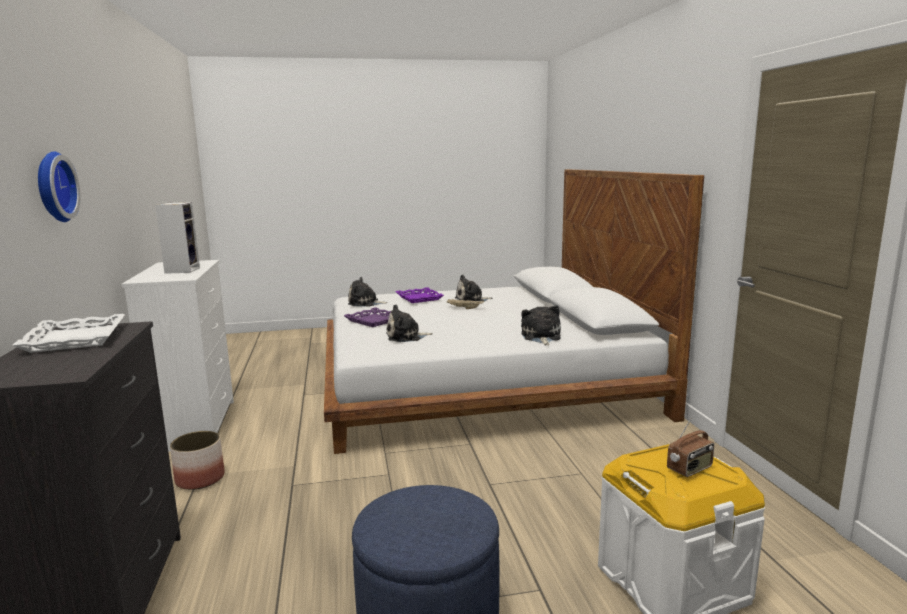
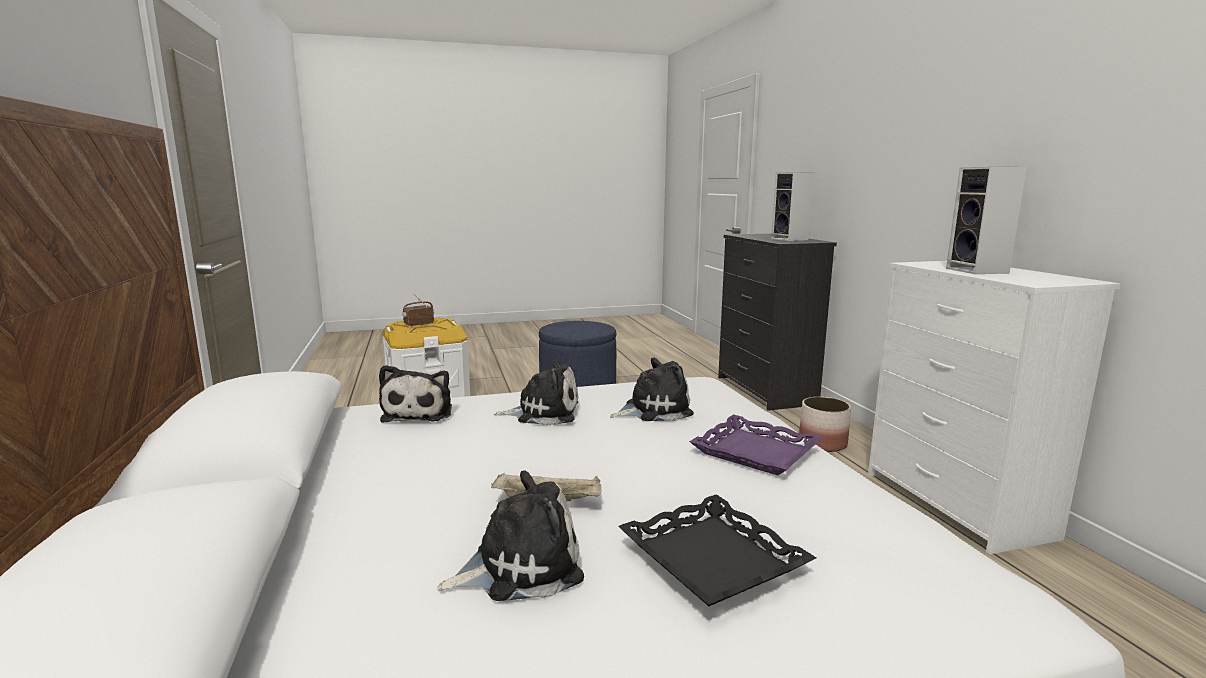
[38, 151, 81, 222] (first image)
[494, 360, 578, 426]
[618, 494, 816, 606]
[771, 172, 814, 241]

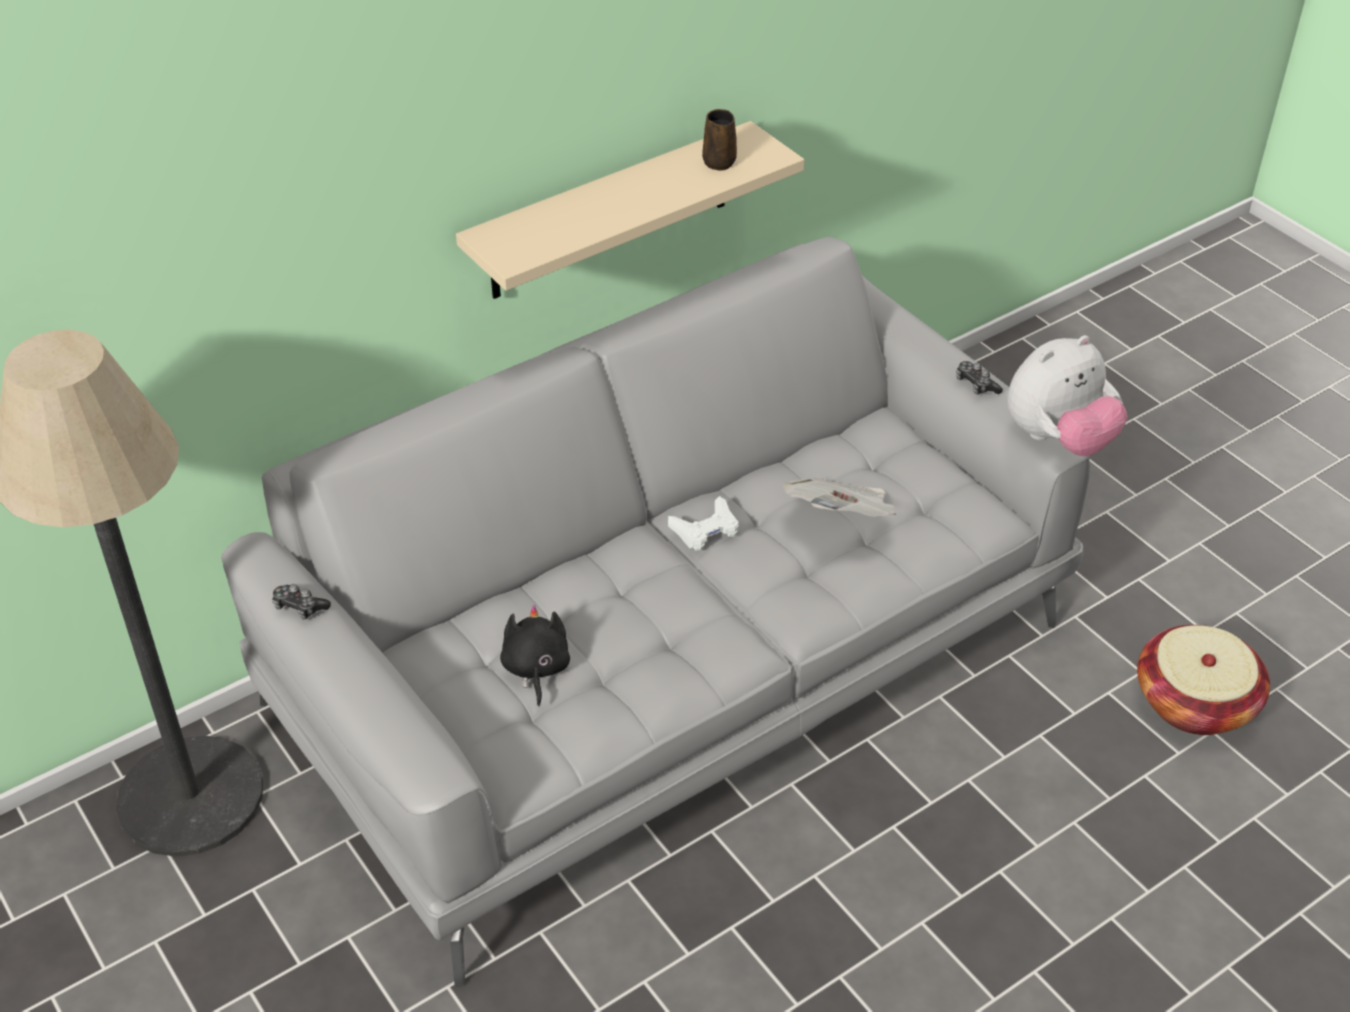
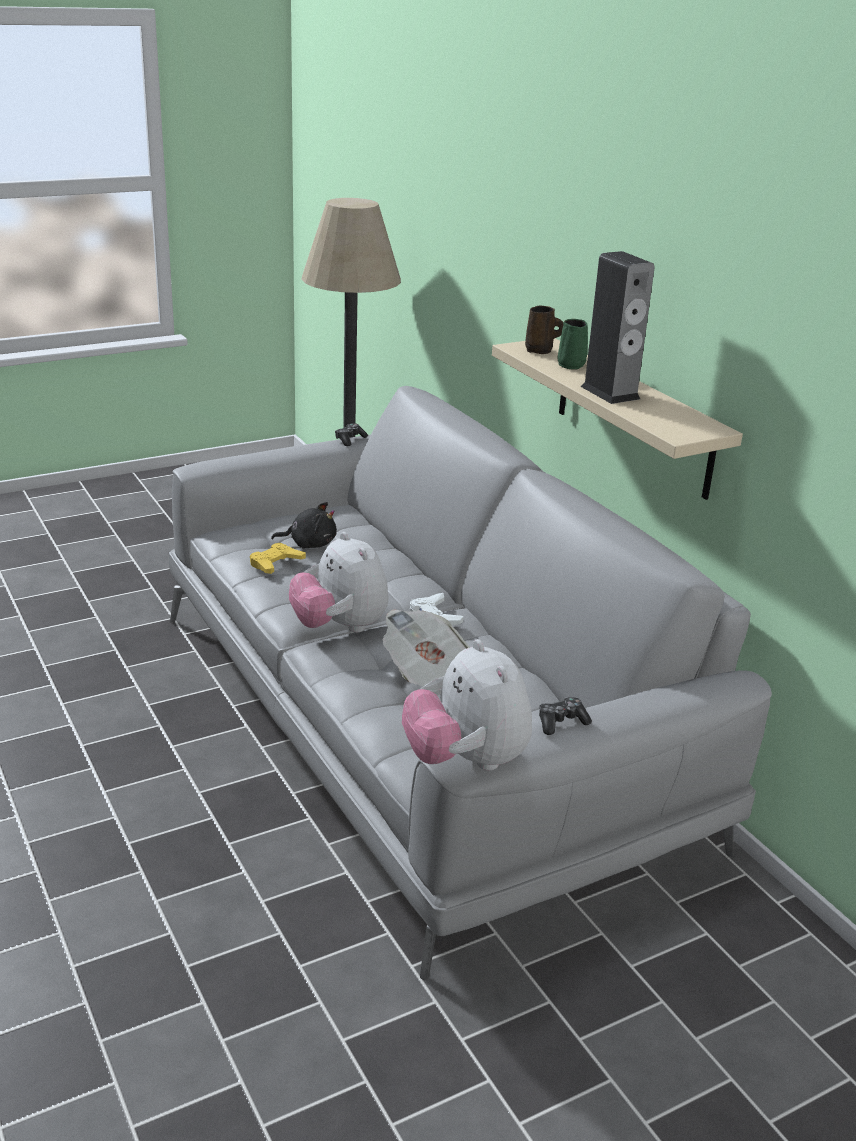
[525, 306, 563, 354]
[1137, 625, 1270, 735] (first image)
[581, 251, 655, 404]
[557, 319, 588, 370]
[289, 532, 388, 632]
[250, 543, 306, 574]

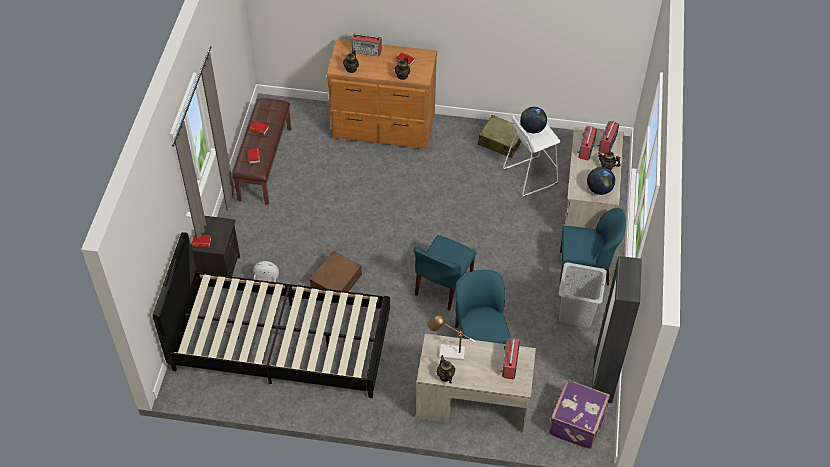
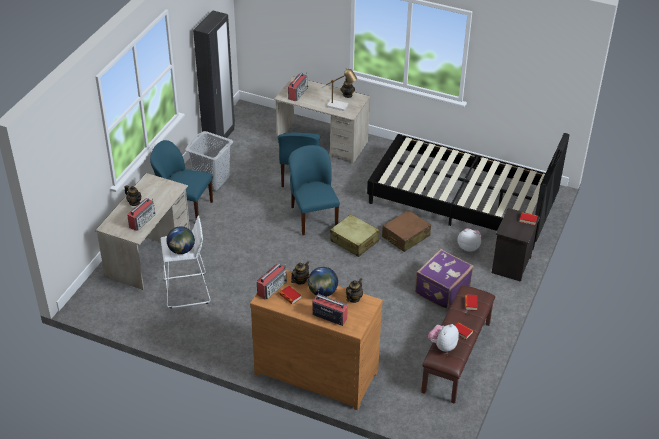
[330, 214, 379, 257]
[257, 263, 287, 299]
[308, 267, 338, 297]
[288, 145, 340, 235]
[415, 249, 474, 310]
[428, 324, 459, 352]

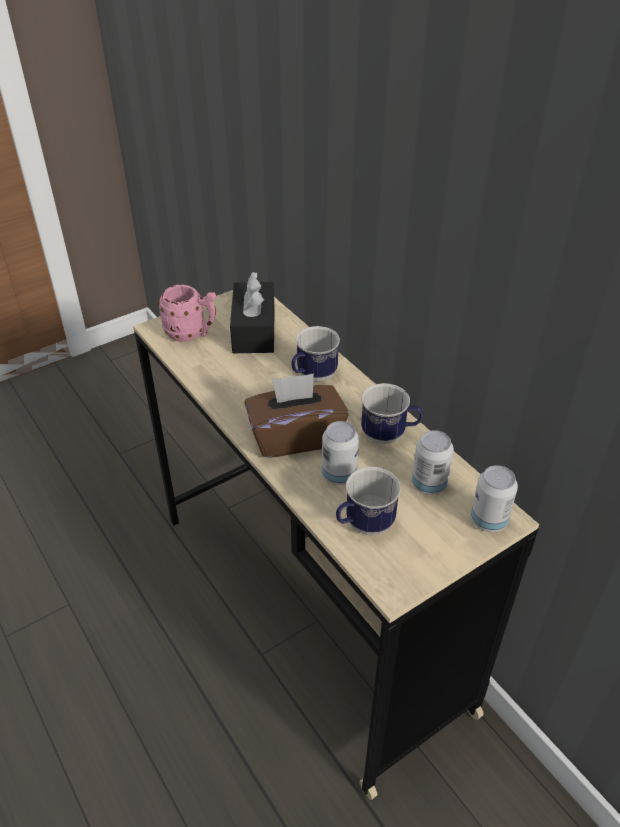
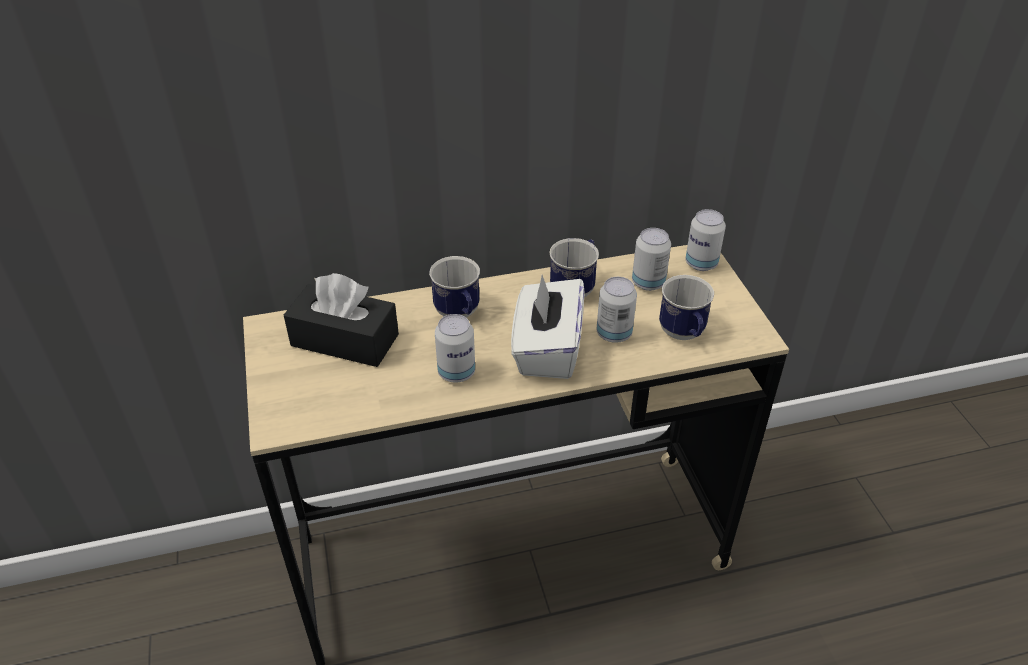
[158, 285, 216, 342] (first image)
[511, 275, 585, 379]
[435, 314, 475, 382]

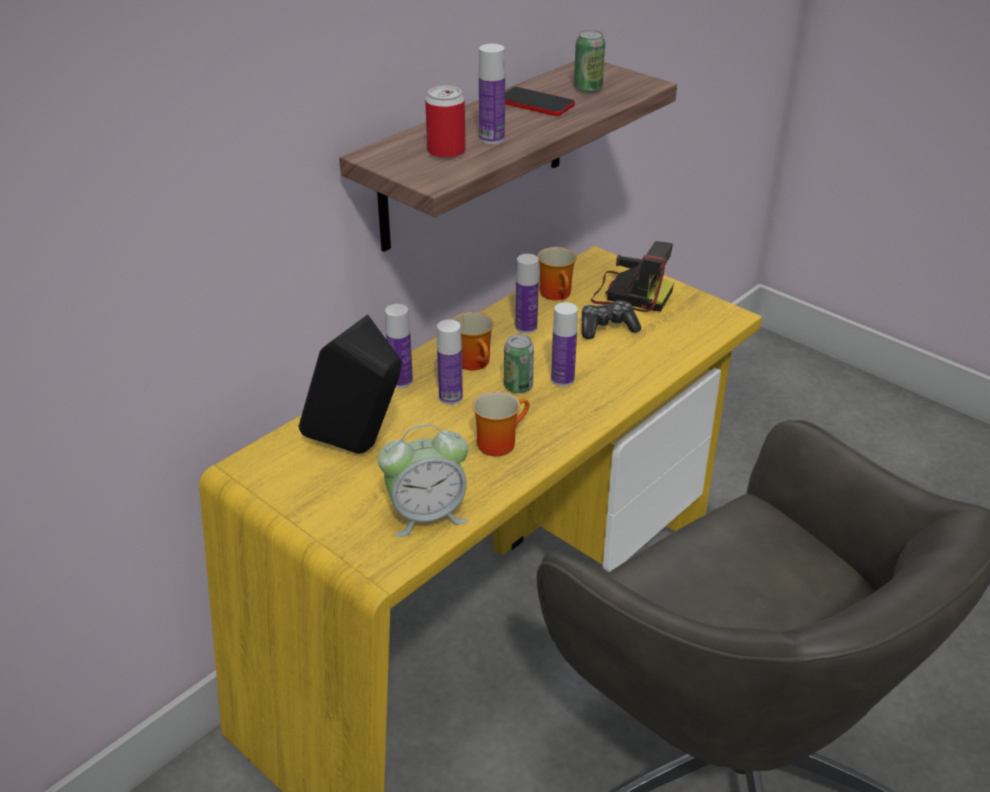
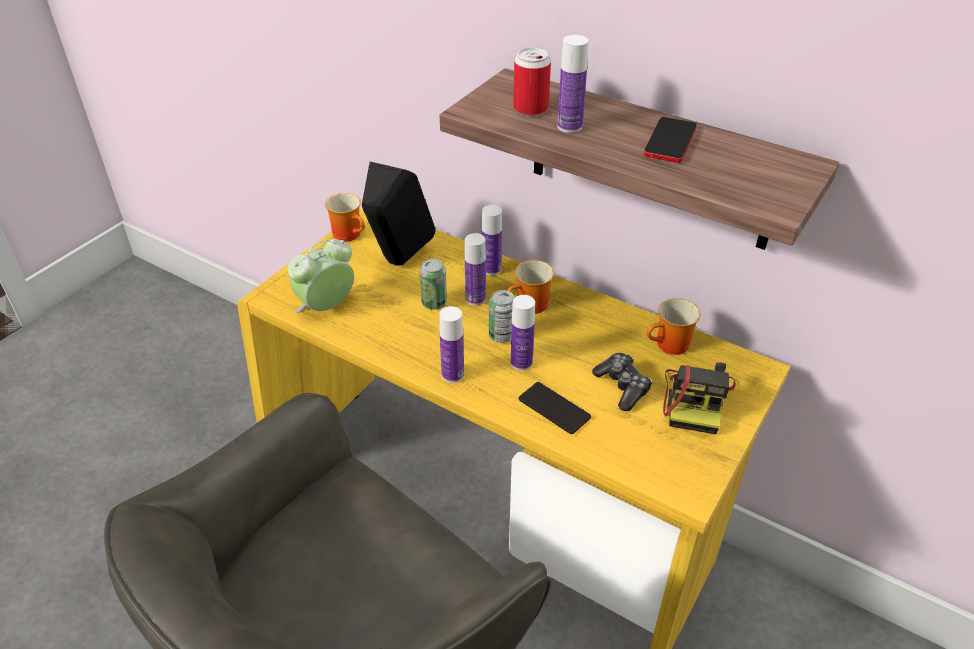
[419, 259, 447, 310]
[439, 306, 464, 383]
[325, 193, 365, 242]
[288, 239, 354, 313]
[519, 382, 591, 434]

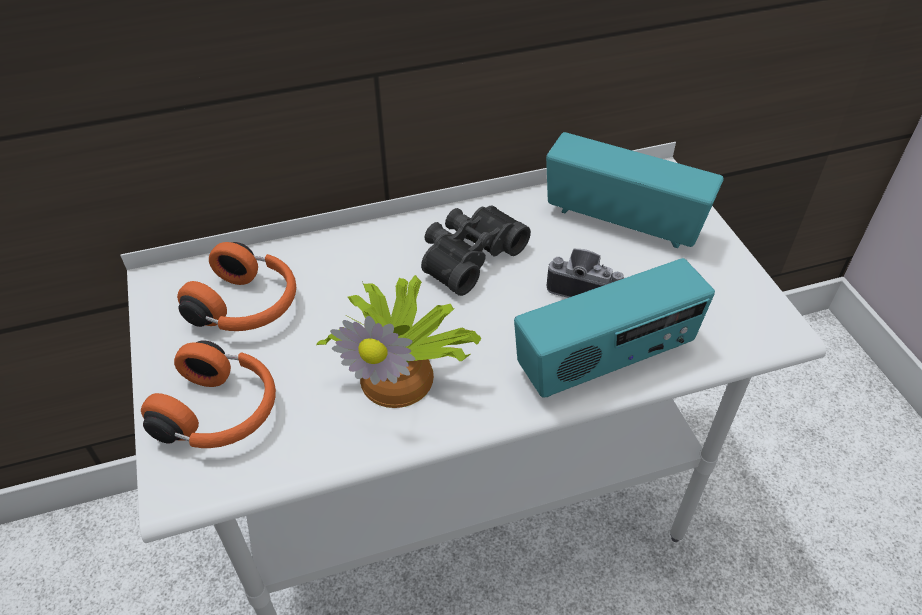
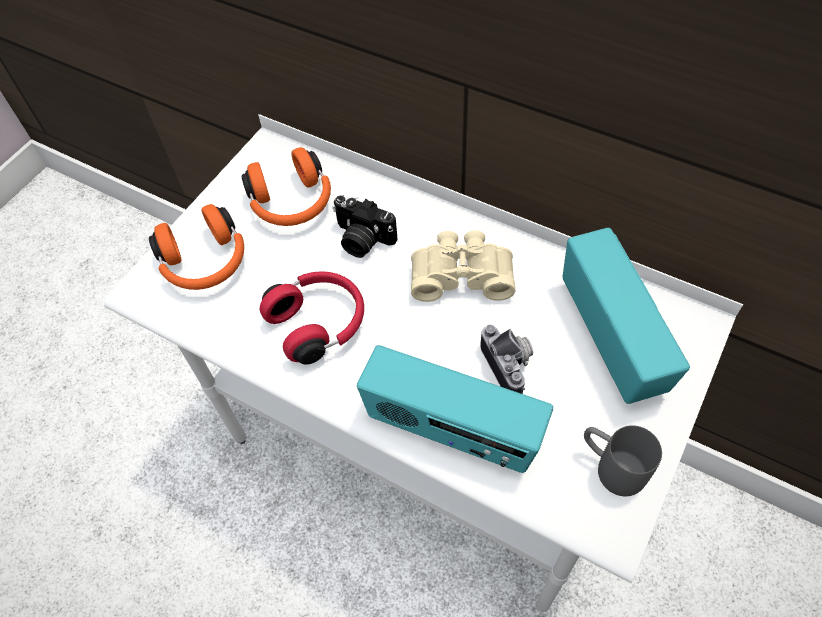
[411, 230, 515, 302]
[260, 271, 364, 365]
[332, 195, 398, 258]
[584, 425, 662, 496]

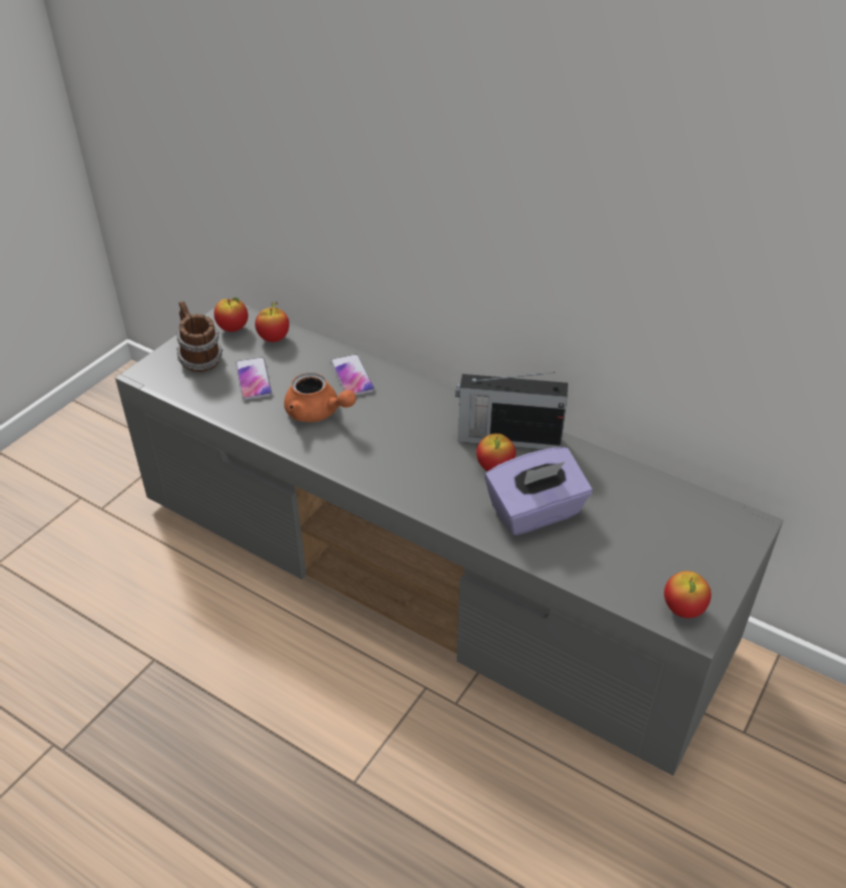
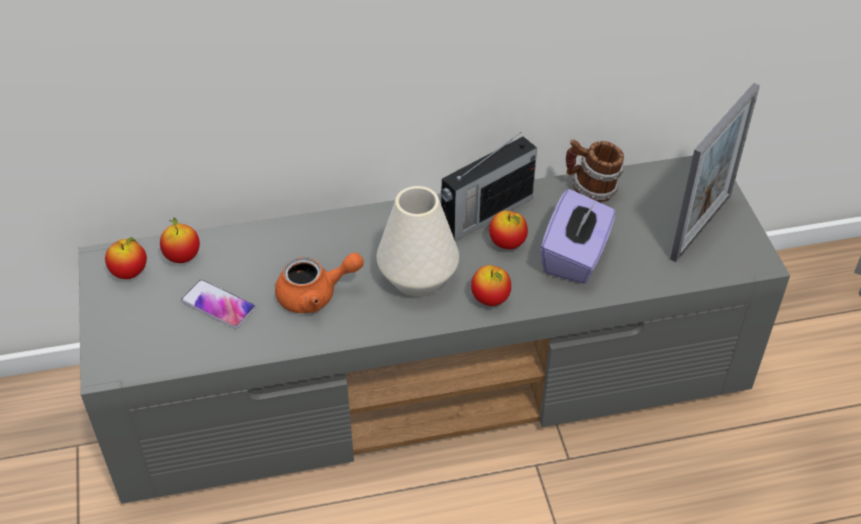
[566, 139, 624, 202]
[331, 354, 375, 395] (first image)
[471, 265, 511, 306]
[670, 83, 760, 262]
[377, 186, 459, 297]

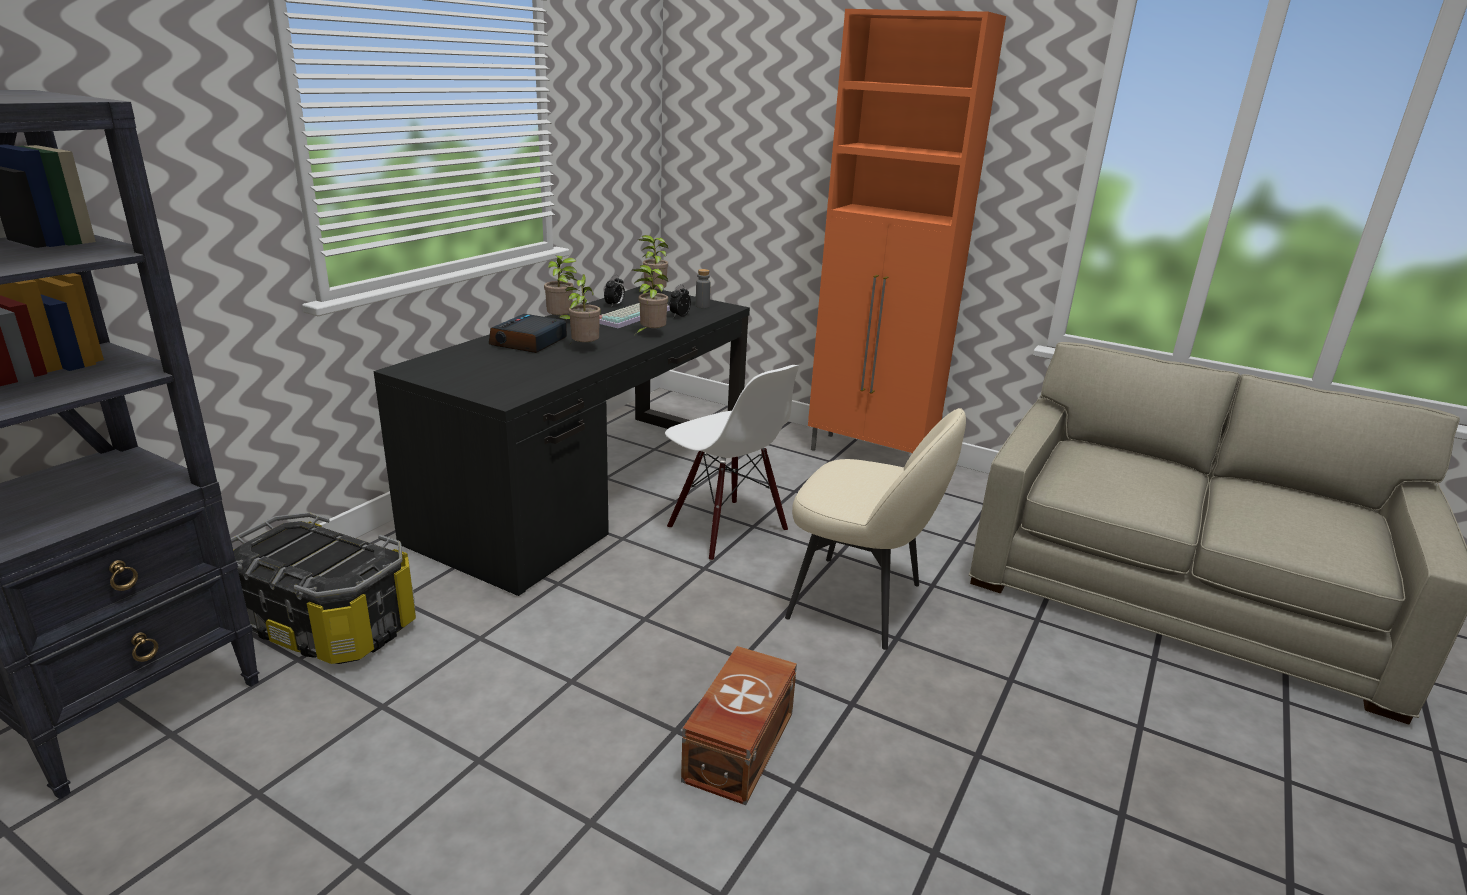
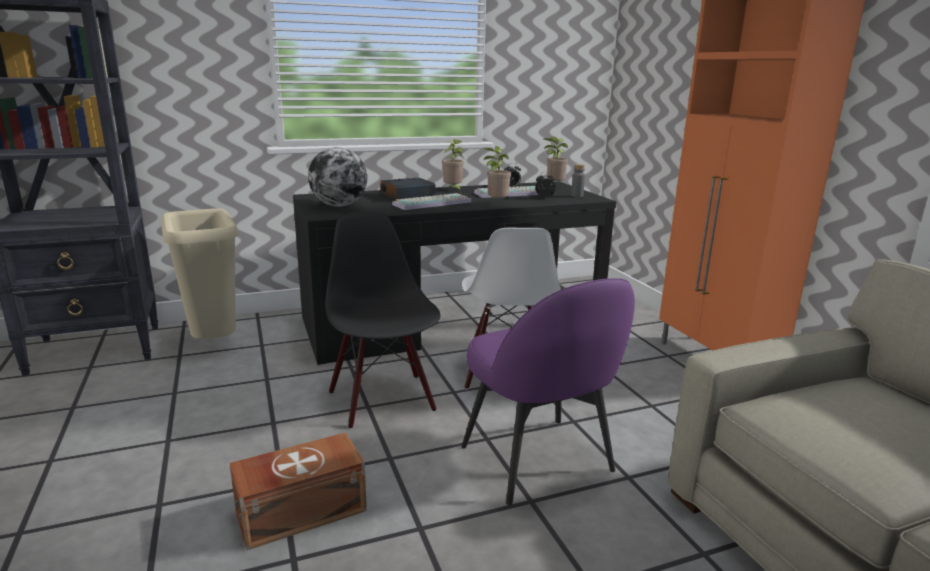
[392, 193, 471, 210]
[461, 278, 635, 505]
[161, 208, 239, 340]
[308, 147, 367, 207]
[325, 212, 440, 428]

